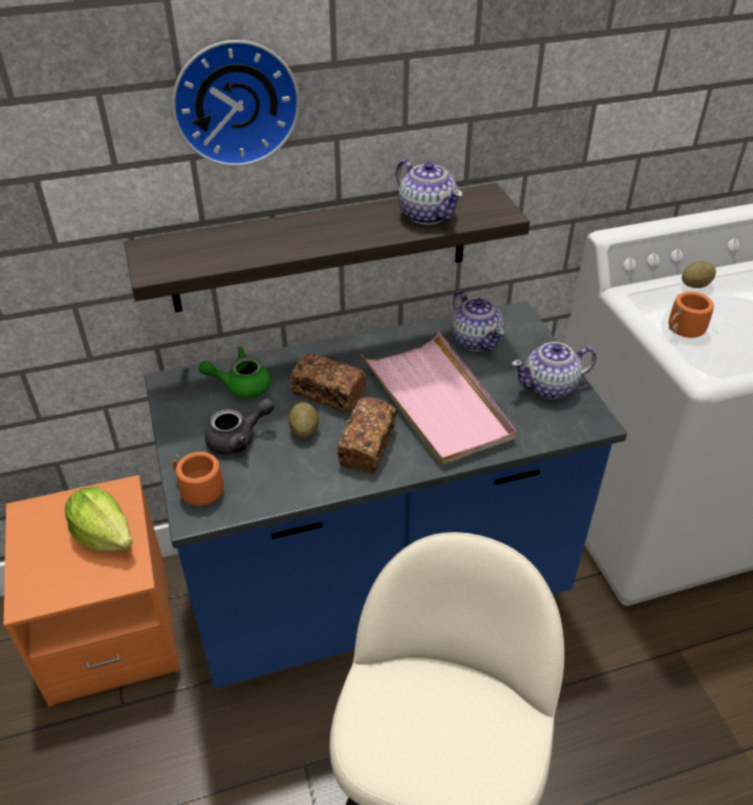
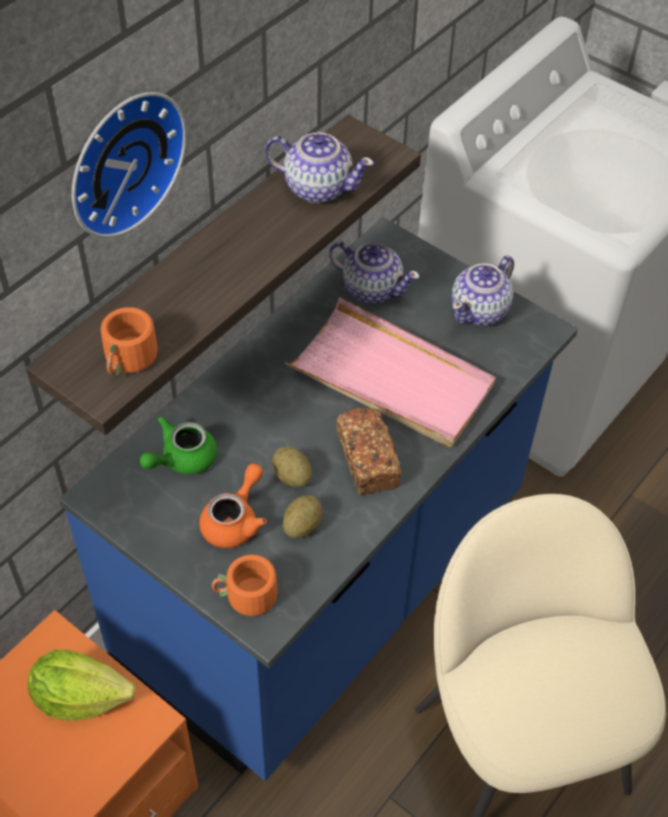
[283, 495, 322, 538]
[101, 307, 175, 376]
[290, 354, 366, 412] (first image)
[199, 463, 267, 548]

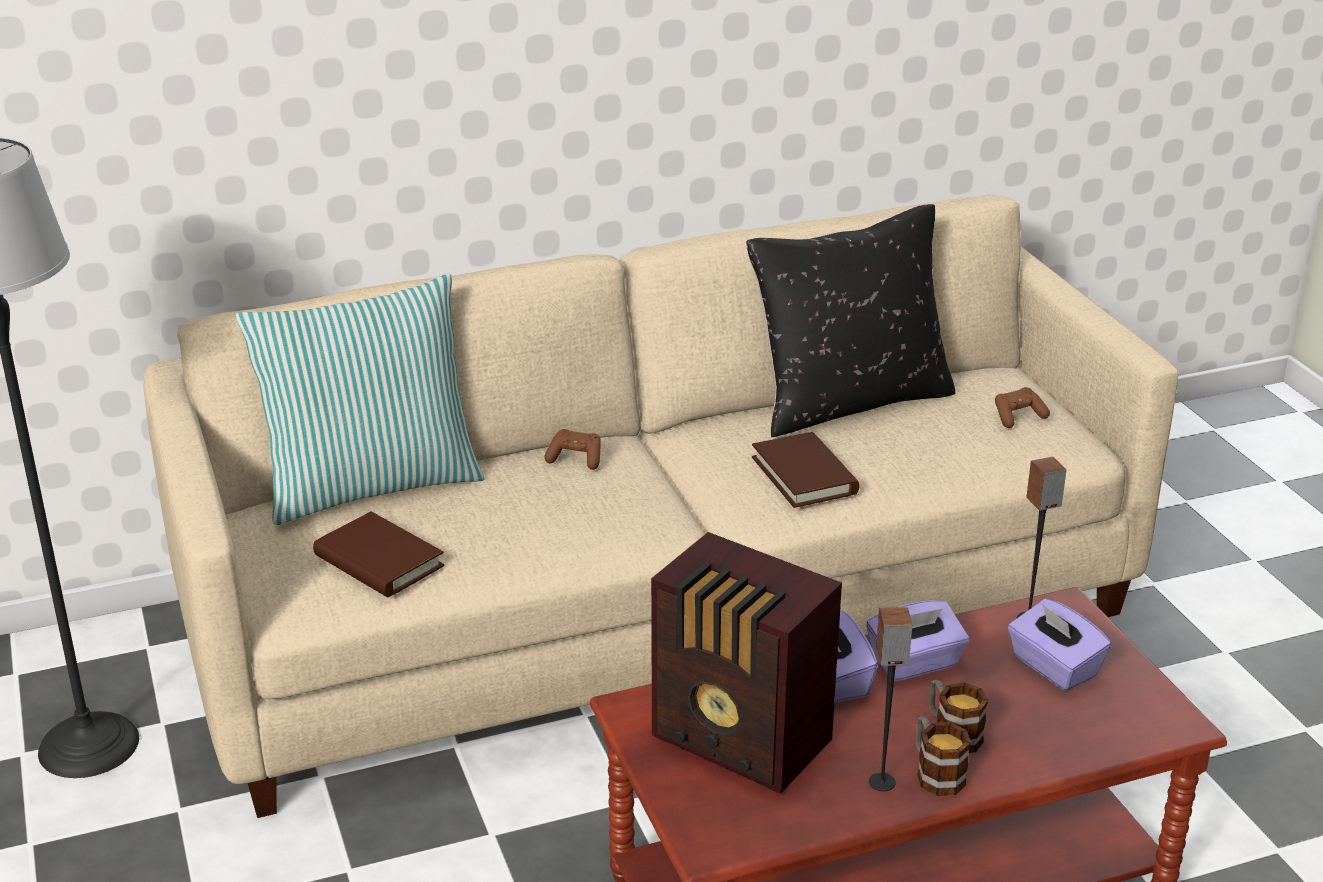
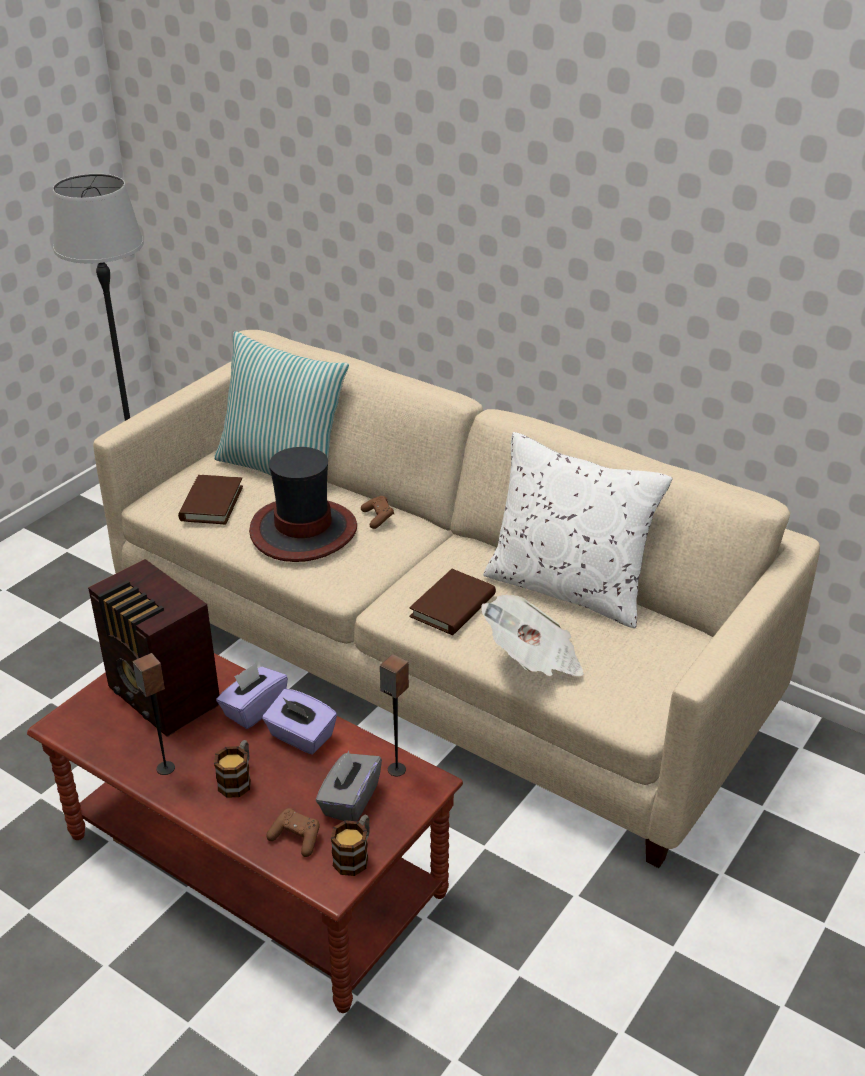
[483, 432, 672, 628]
[266, 808, 320, 857]
[88, 559, 219, 737]
[316, 751, 382, 821]
[331, 815, 370, 876]
[249, 447, 357, 562]
[481, 595, 584, 676]

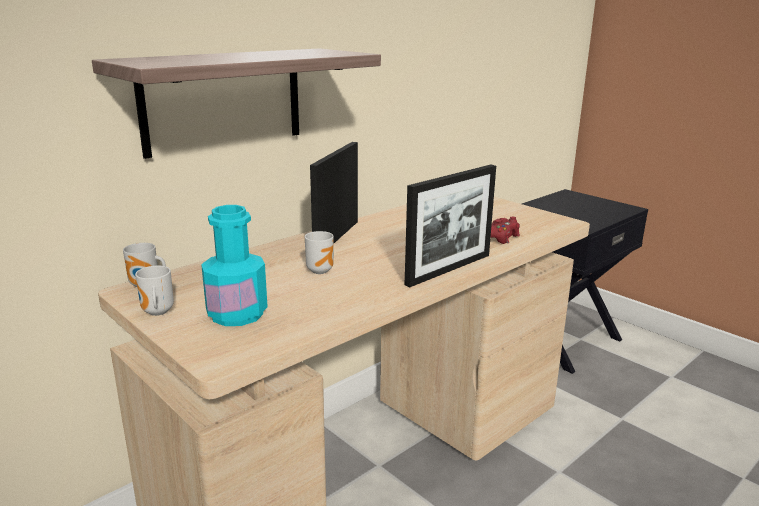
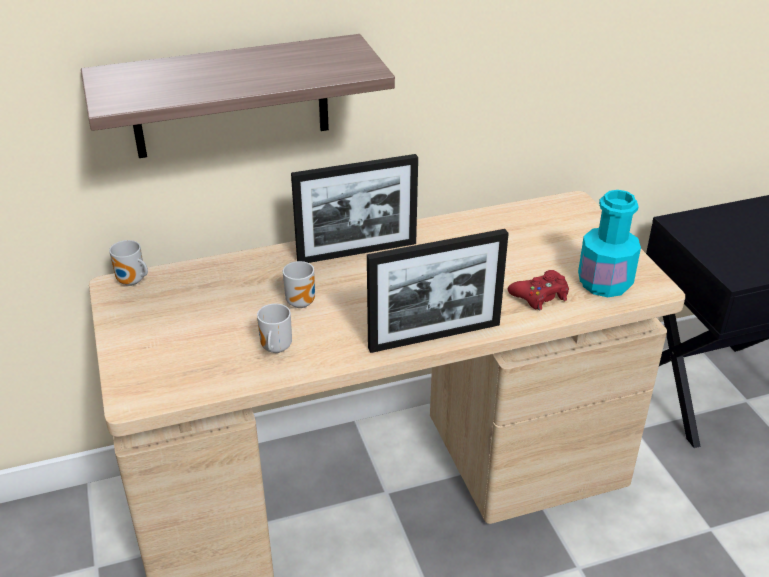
[291, 154, 418, 263]
[578, 190, 641, 297]
[257, 303, 292, 353]

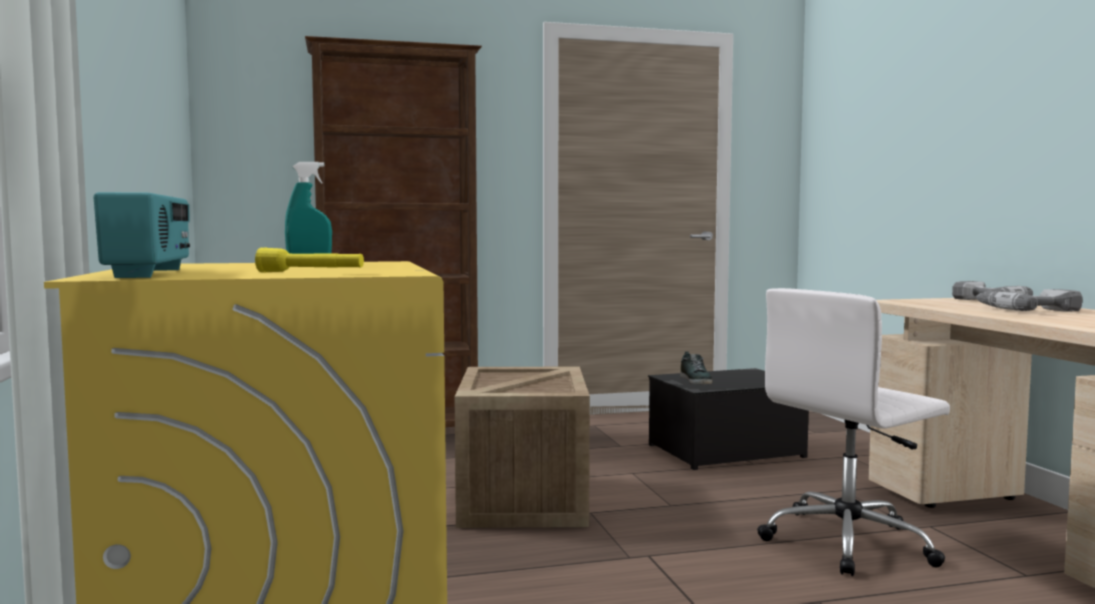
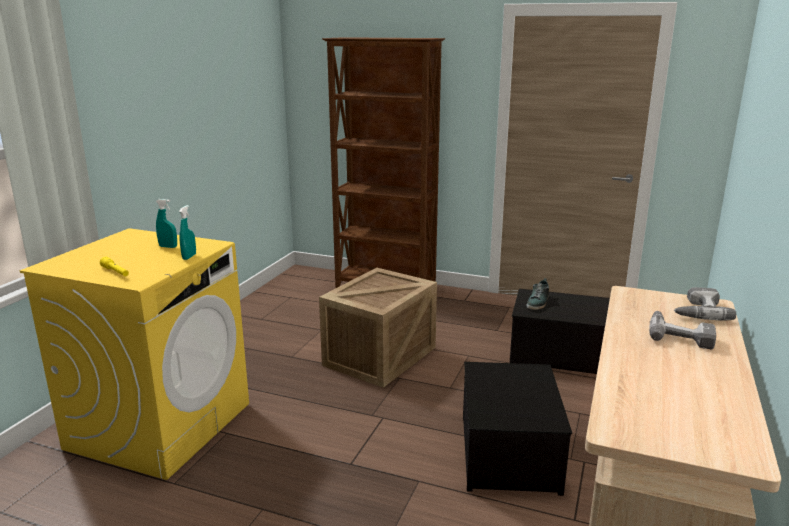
[93, 192, 190, 278] (first image)
[463, 362, 572, 496]
[179, 205, 196, 260]

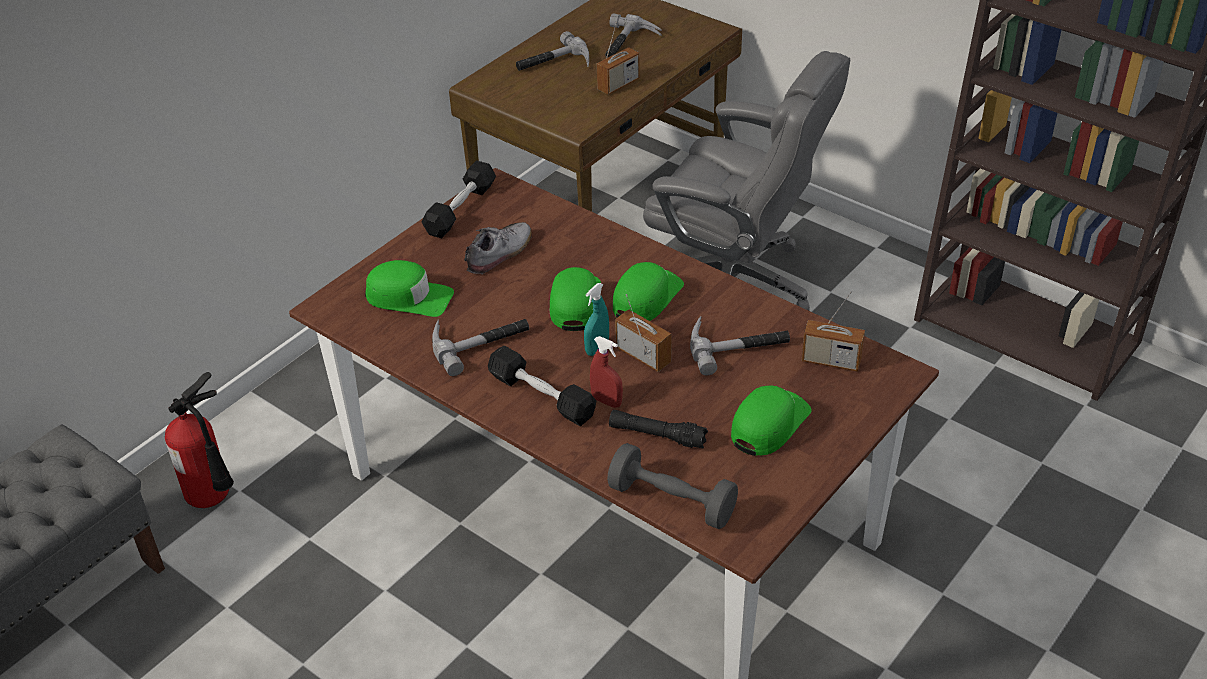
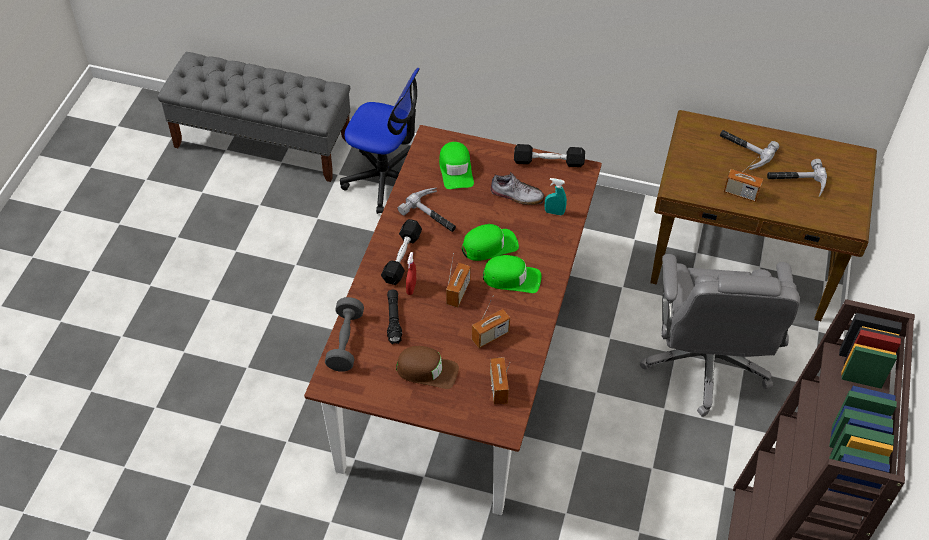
[545, 178, 567, 215]
[472, 295, 510, 348]
[340, 68, 420, 214]
[396, 346, 459, 389]

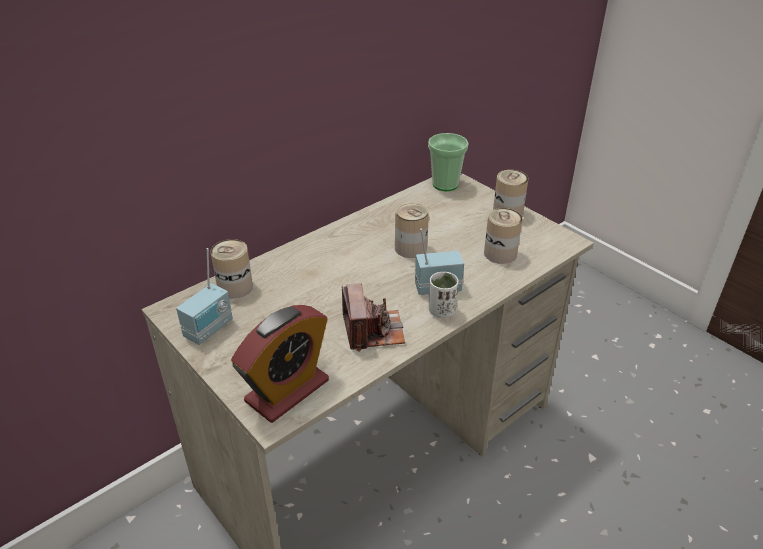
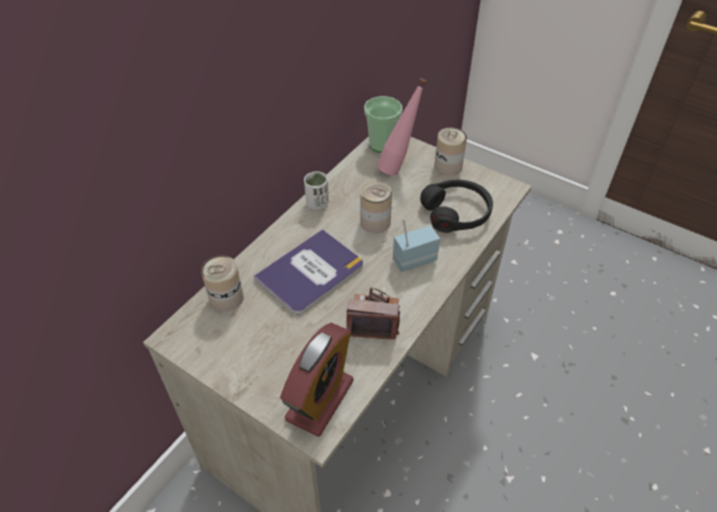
[420, 179, 493, 233]
[176, 248, 233, 345] (first image)
[304, 171, 329, 210]
[346, 287, 400, 340]
[377, 78, 427, 175]
[254, 229, 363, 315]

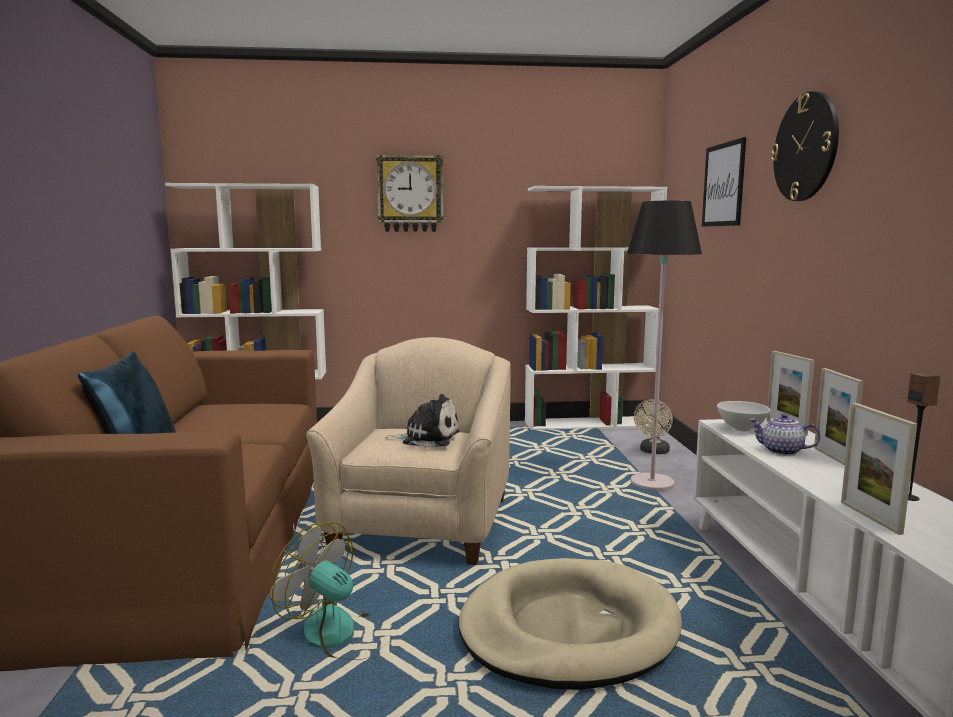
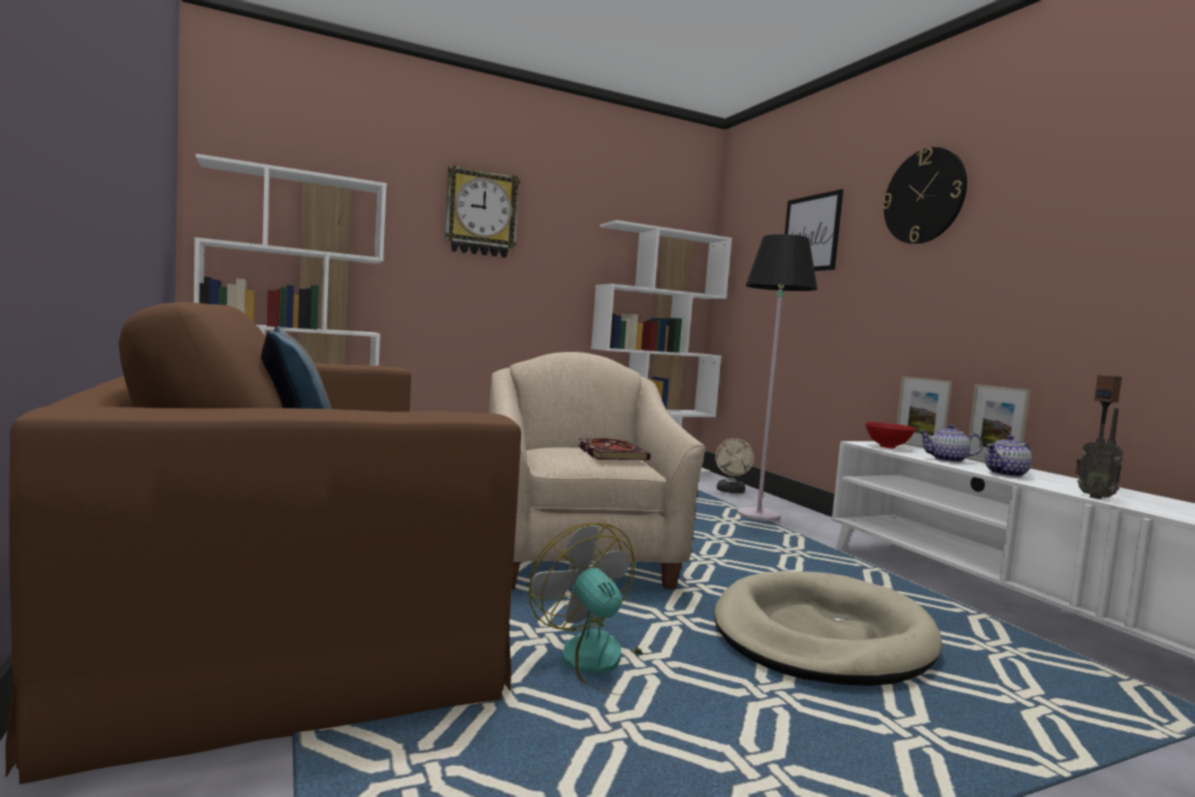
[578, 438, 651, 460]
[865, 422, 916, 449]
[1075, 408, 1123, 499]
[529, 523, 647, 695]
[985, 435, 1032, 477]

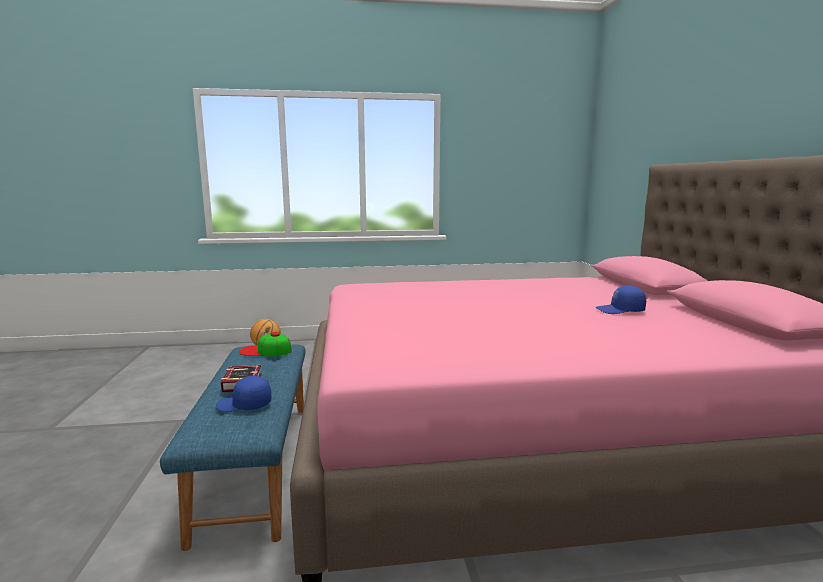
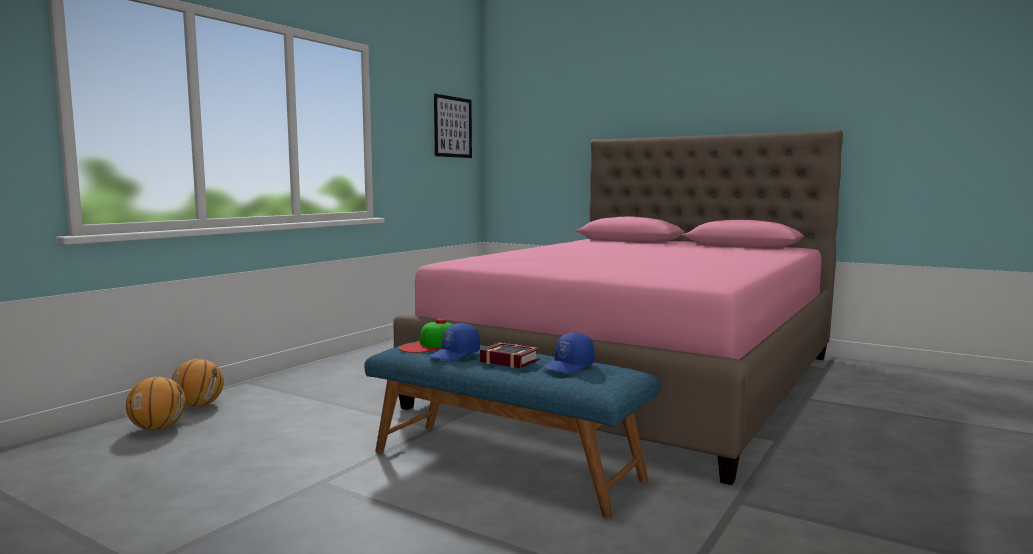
[429, 323, 480, 361]
[434, 94, 472, 158]
[126, 377, 186, 431]

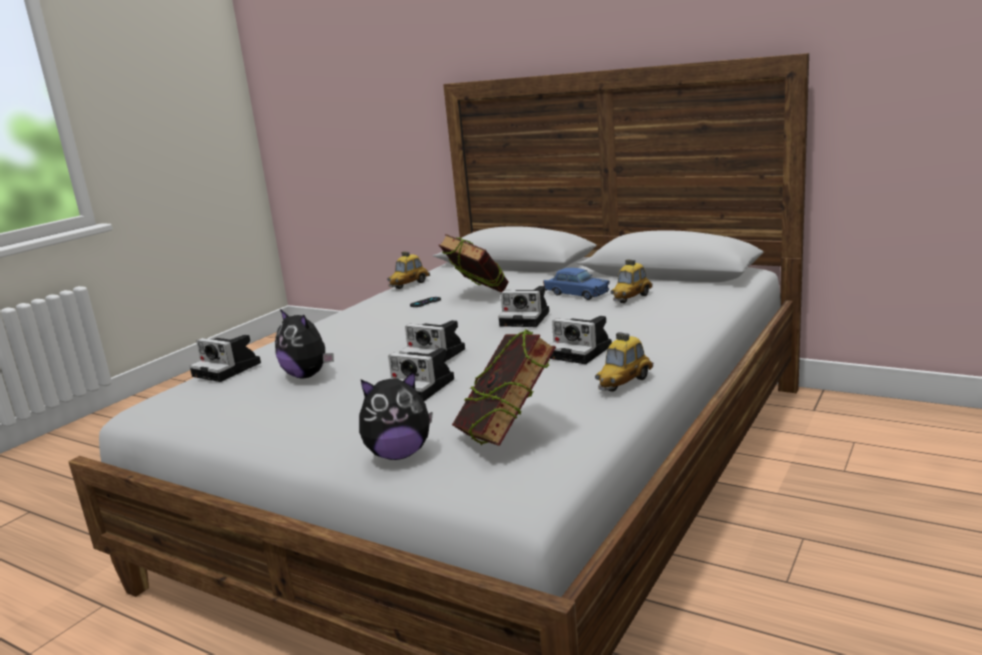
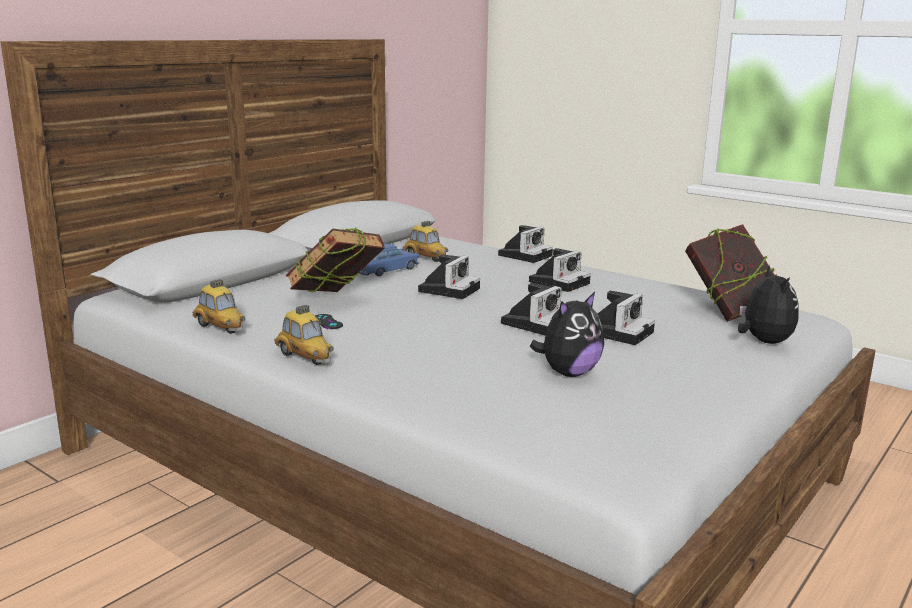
[274, 305, 334, 365]
[498, 225, 553, 263]

